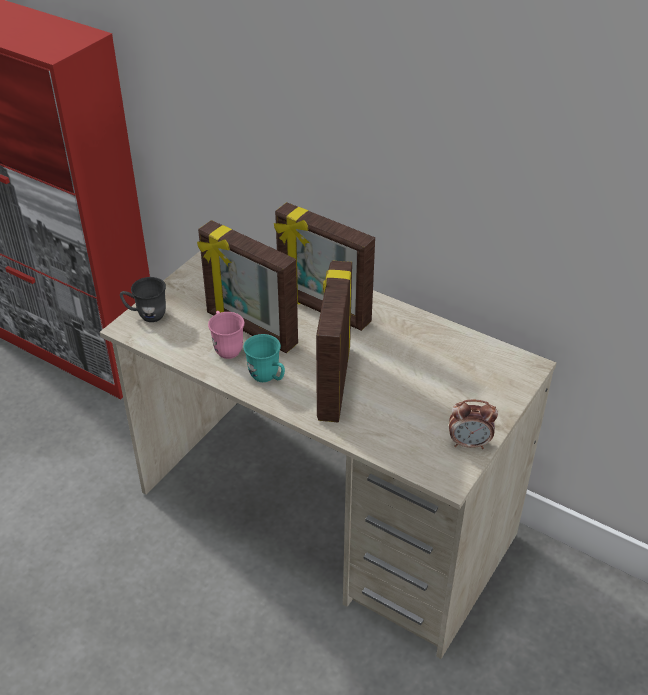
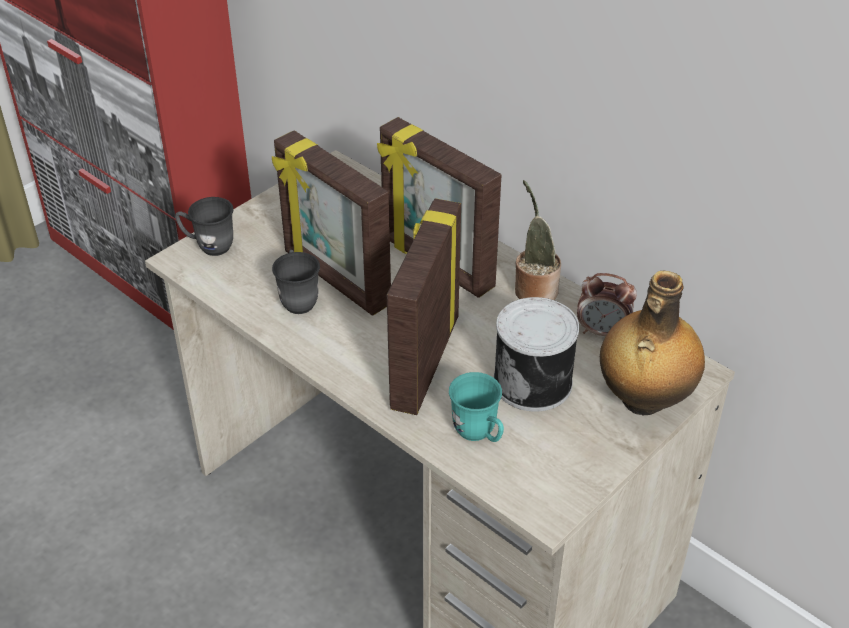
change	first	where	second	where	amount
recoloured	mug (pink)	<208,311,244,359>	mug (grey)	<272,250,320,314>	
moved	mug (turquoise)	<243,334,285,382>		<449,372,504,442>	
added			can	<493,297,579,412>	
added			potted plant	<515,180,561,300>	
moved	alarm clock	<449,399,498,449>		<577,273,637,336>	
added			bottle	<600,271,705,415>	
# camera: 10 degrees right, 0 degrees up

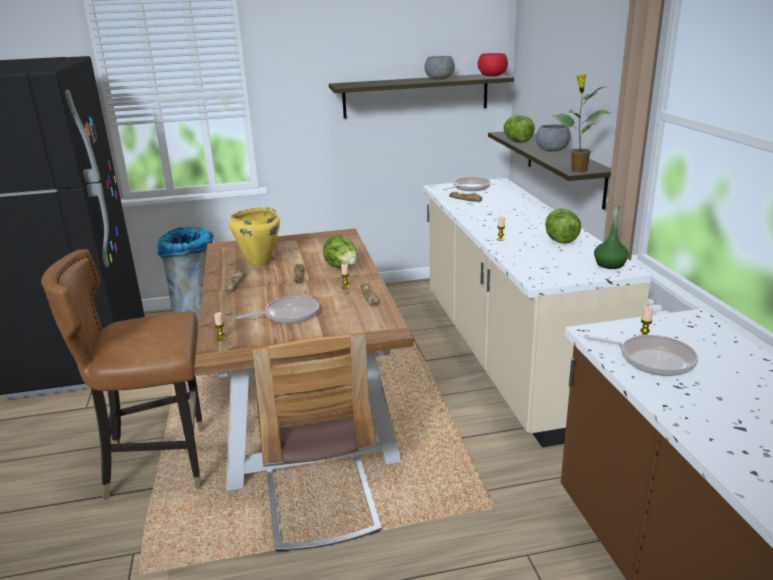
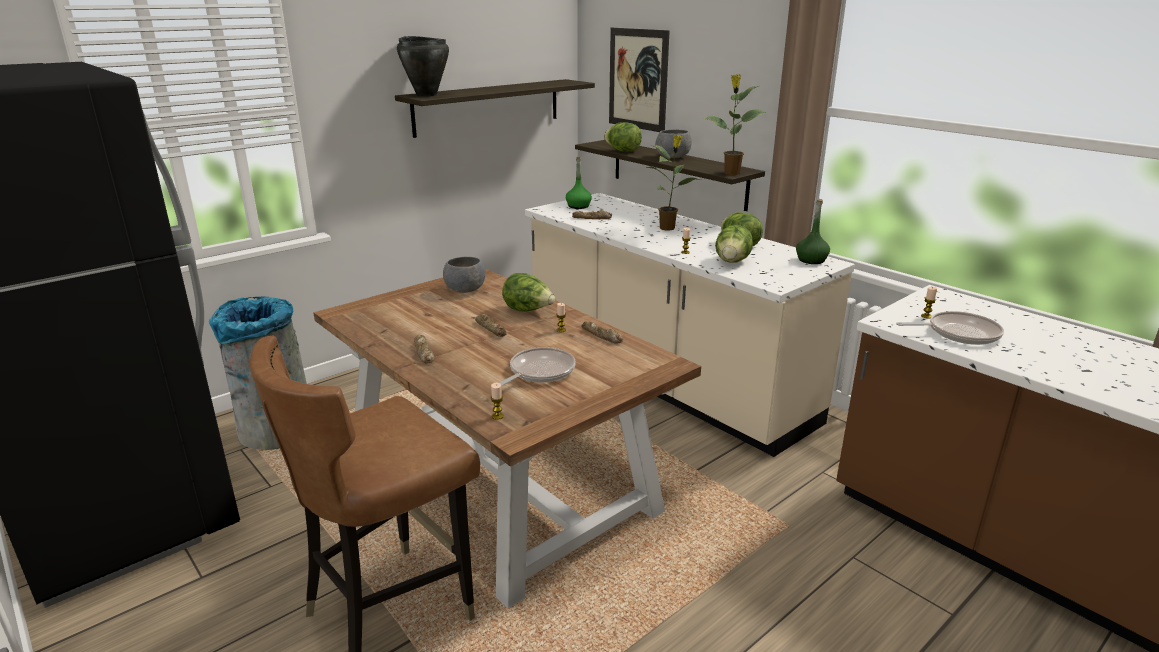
change	first	where	second	where	amount
added			cooking pot (black)	<397,36,449,97>	
moved	bowl (grey)	<424,56,455,80>		<443,257,486,293>	
replaced	frying pan	<443,177,491,191>	bottle (green)	<566,156,592,209>	
added			picture	<609,28,670,132>	
added			potted plant	<645,135,701,231>	
added			lettuce	<715,225,753,263>	
removed	cooking pot (yellow)	<229,208,280,267>			
removed	chair	<253,334,382,552>			
removed	bowl (red)	<478,53,508,76>			
# camera: 30 degrees left, 0 degrees up

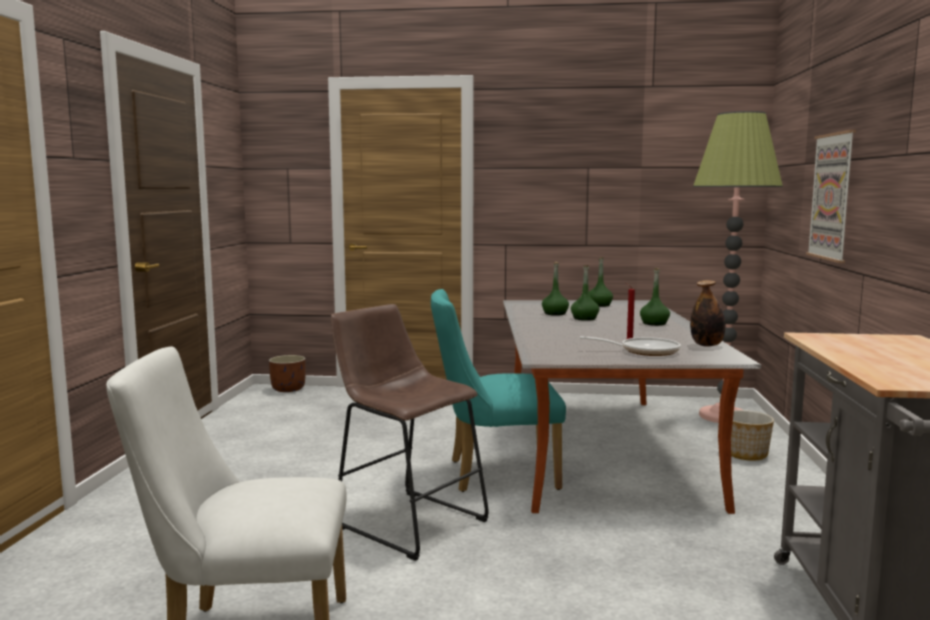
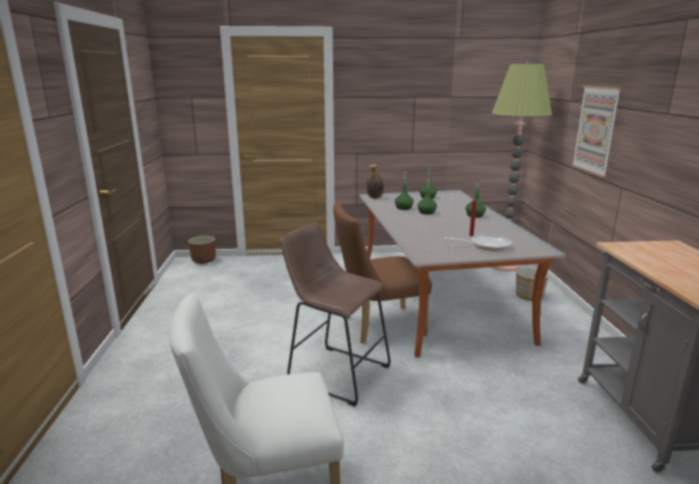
change	first	where	second	where	amount
recoloured	chair (turquoise)	<431,289,566,492>	chair (brown)	<333,202,432,344>	
moved	bottle	<690,280,725,347>		<367,164,384,199>	
# camera: 10 degrees left, 10 degrees up

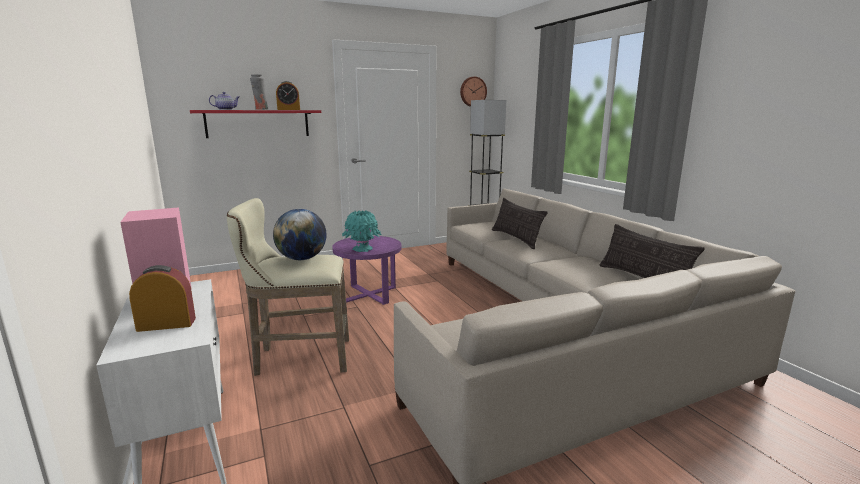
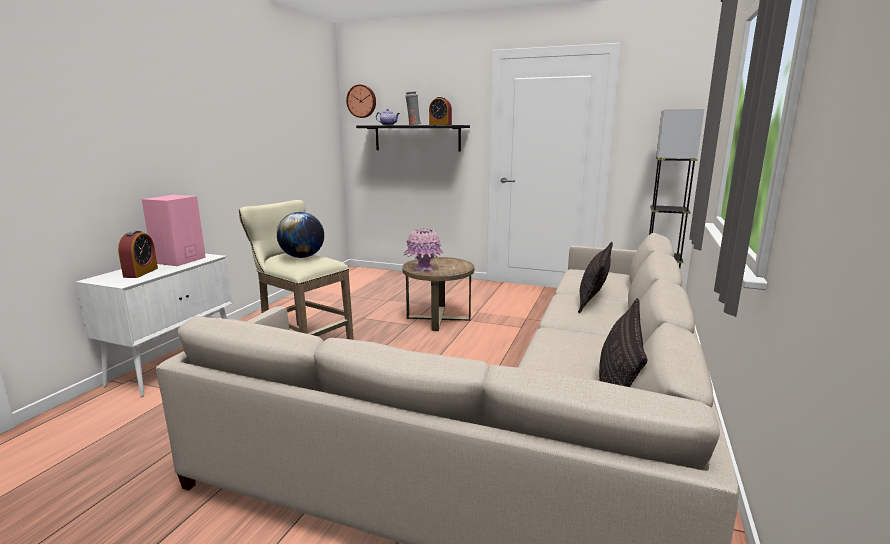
change	first	where	second	where	amount
turned	alarm clock	<129,265,196,332>		<118,230,158,278>	60 degrees clockwise
moved	wall clock	<460,77,487,107>		<346,84,376,118>	
recoloured	shelf (red)	<190,110,321,138>	shelf (black)	<356,125,470,152>	
recoloured	side table (purple)	<332,236,401,305>	side table (brown)	<402,257,474,331>	
recoloured	vase (turquoise)	<342,210,382,252>	vase (pink)	<404,228,444,271>	
# camera: 45 degrees right, 0 degrees up

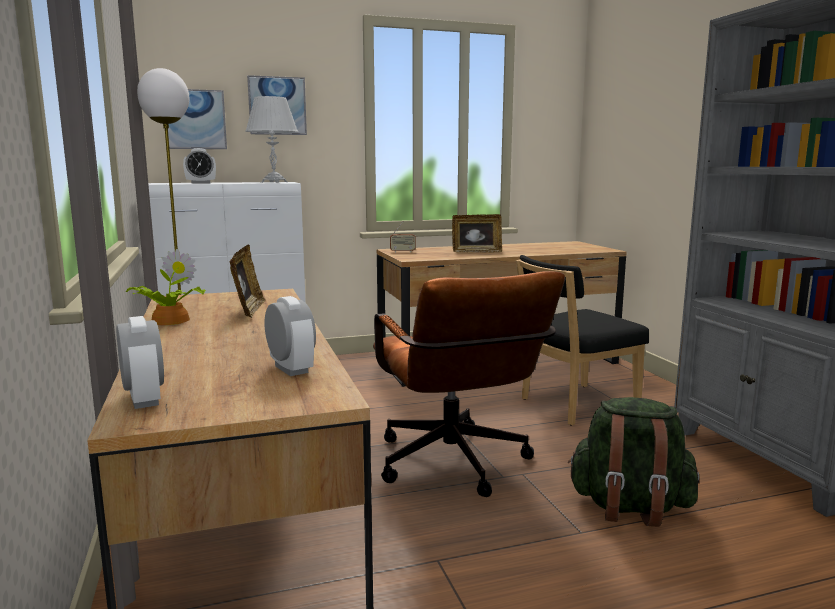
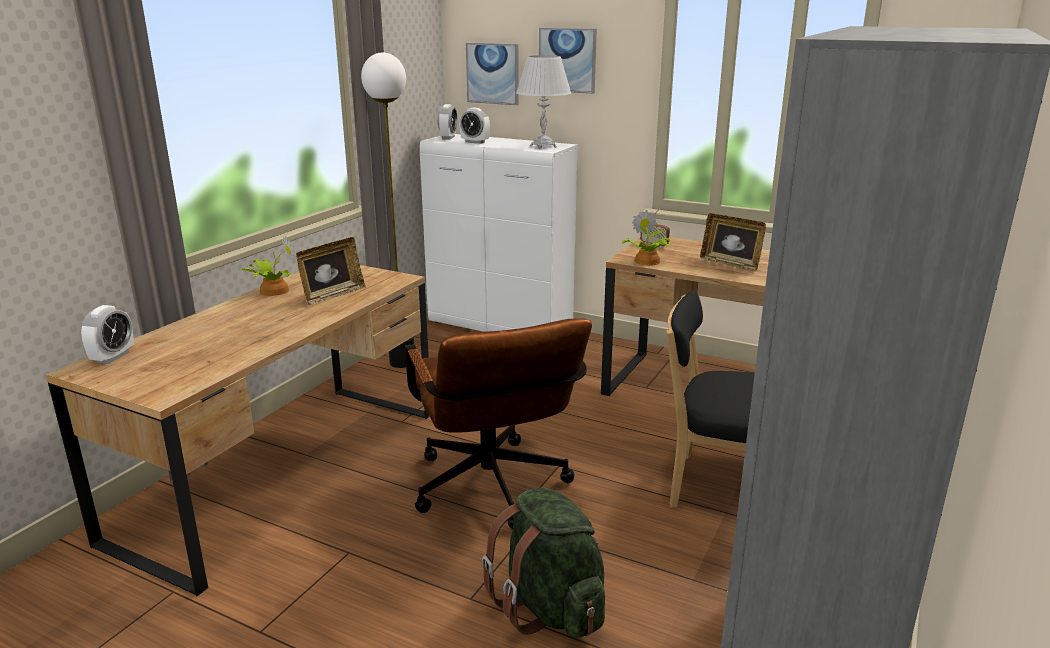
change	first	where	second	where	amount
turned	office chair (brown)	<373,271,565,497>		<405,318,592,529>	45 degrees counterclockwise
moved	alarm clock	<265,296,316,376>		<438,104,457,140>	
added			potted plant	<621,210,672,266>	
# camera: 45 degrees right, 10 degrees up

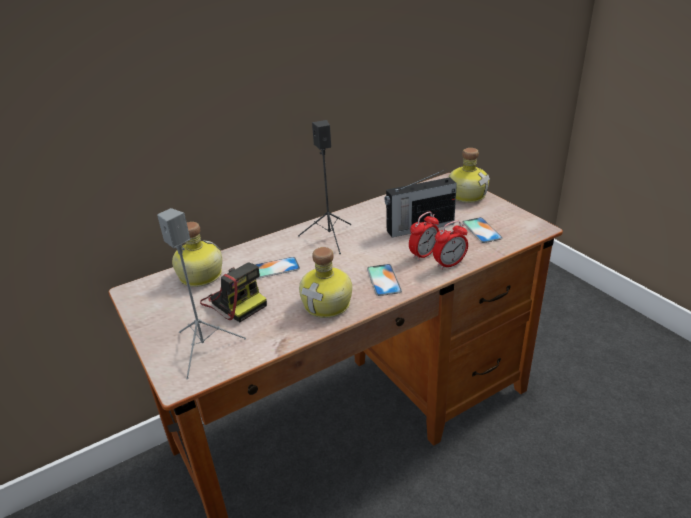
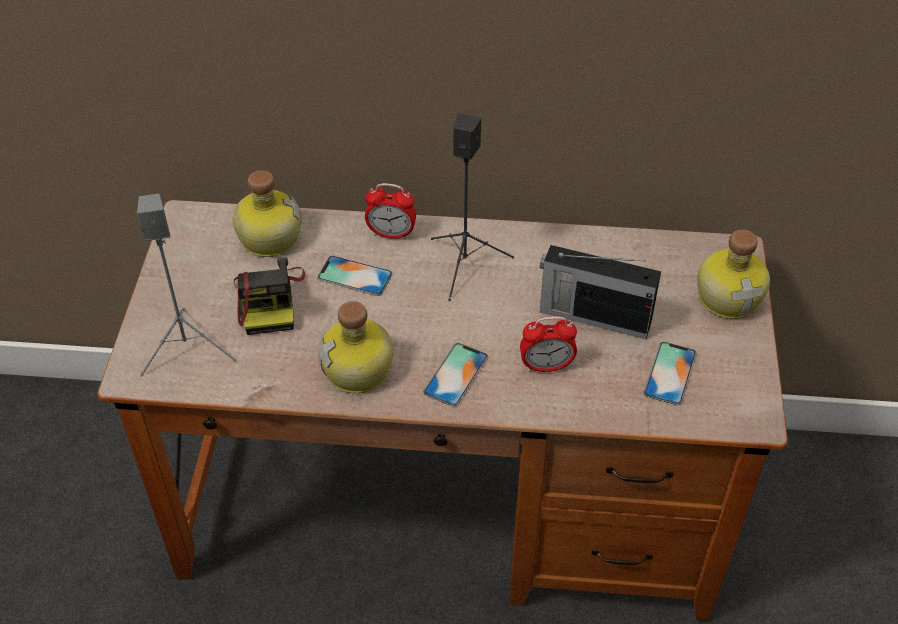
change	first	where	second	where	amount
moved	alarm clock	<433,221,468,270>		<365,183,416,240>	
# camera: 35 degrees right, 15 degrees up

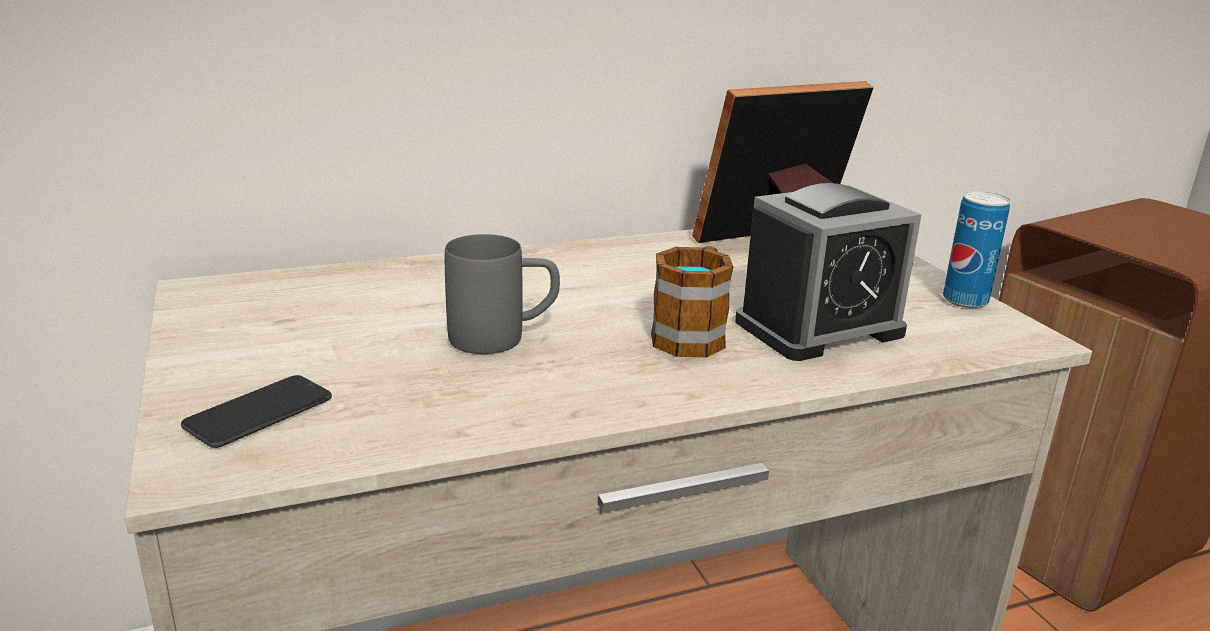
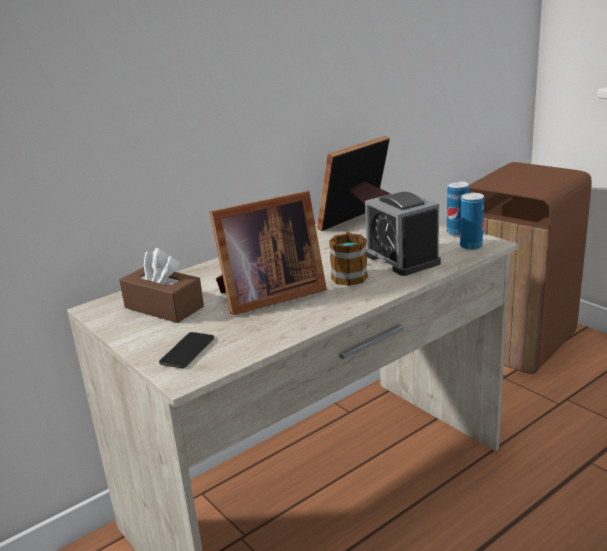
change	first	where	second	where	amount
added			tissue box (brown)	<120,248,204,323>	
replaced	mug (grey)	<445,234,560,354>	picture frame	<210,191,327,315>	
turned	alarm clock	<735,183,921,361>		<365,191,441,276>	105 degrees clockwise
added			can	<460,193,484,250>	
# camera: 15 degrees left, 0 degrees up

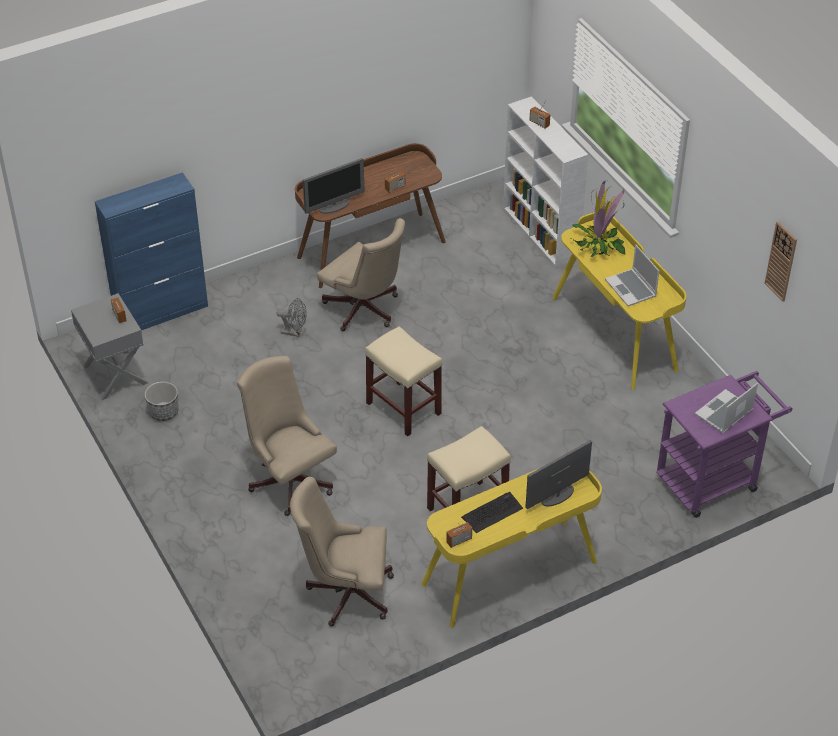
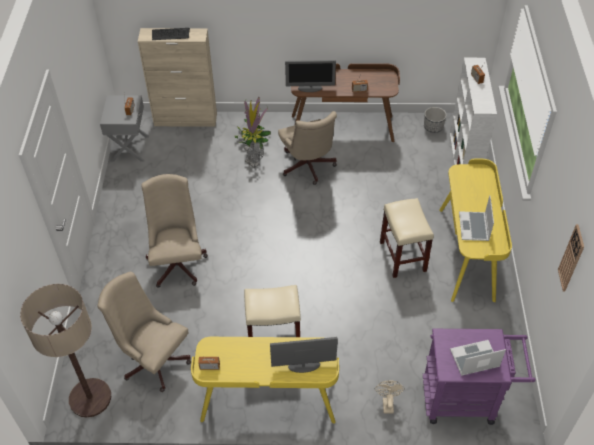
change	first	where	second	where	amount
added			floor lamp	<20,284,111,418>	
recoloured	cabinet (blue)	<95,172,208,330>	cabinet (beige)	<138,28,217,127>	
moved	keyboard	<461,492,523,533>		<152,28,190,40>	
moved	potted plant	<570,180,626,257>		<235,97,271,149>	
added			fan (beige)	<375,380,405,413>	
moved	stool (beige)	<365,326,442,437>		<380,198,434,278>	
moved	planter	<145,381,179,421>		<424,107,447,133>	
# camera: 30 degrees right, 5 degrees up

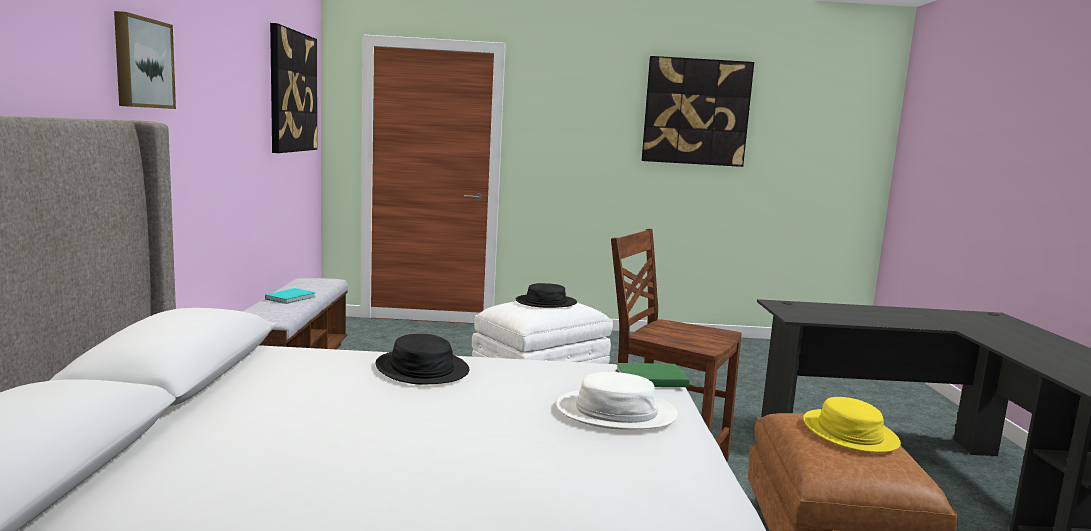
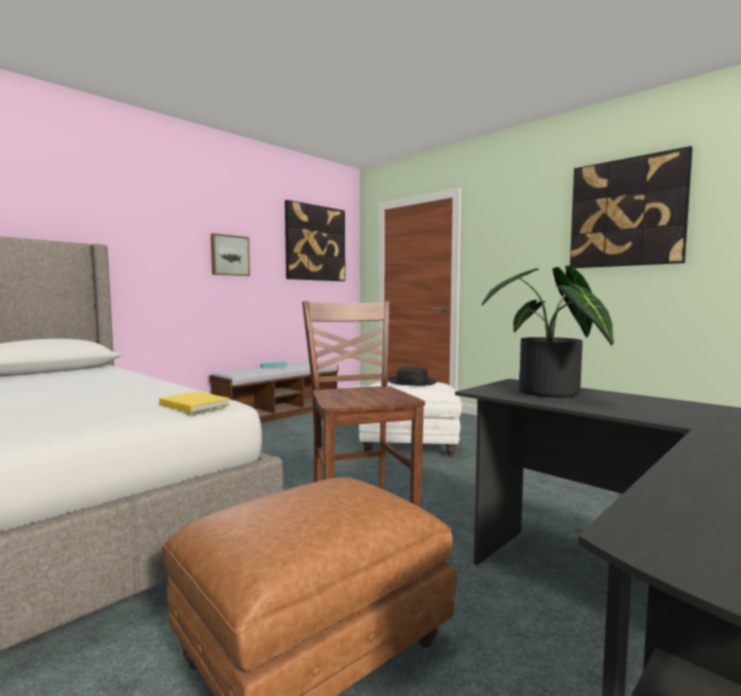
change	first	where	second	where	amount
recoloured	book (green)	<616,363,690,387>	book (yellow)	<159,391,230,413>	
moved	picture	<114,11,176,109>		<211,233,250,276>	
added			potted plant	<482,265,614,398>	
removed	hat (black)	<376,334,469,384>			
removed	hat (white)	<556,372,678,430>			
removed	hat (yellow)	<803,397,901,452>			
# camera: 45 degrees right, 5 degrees down

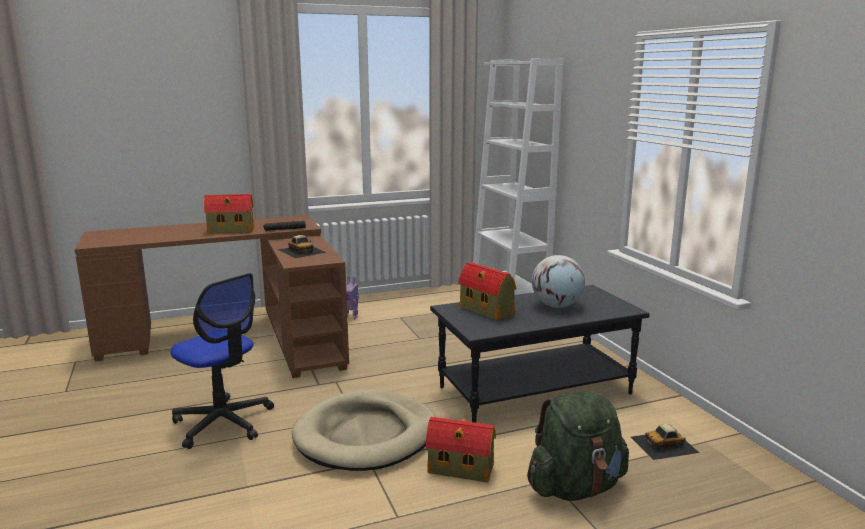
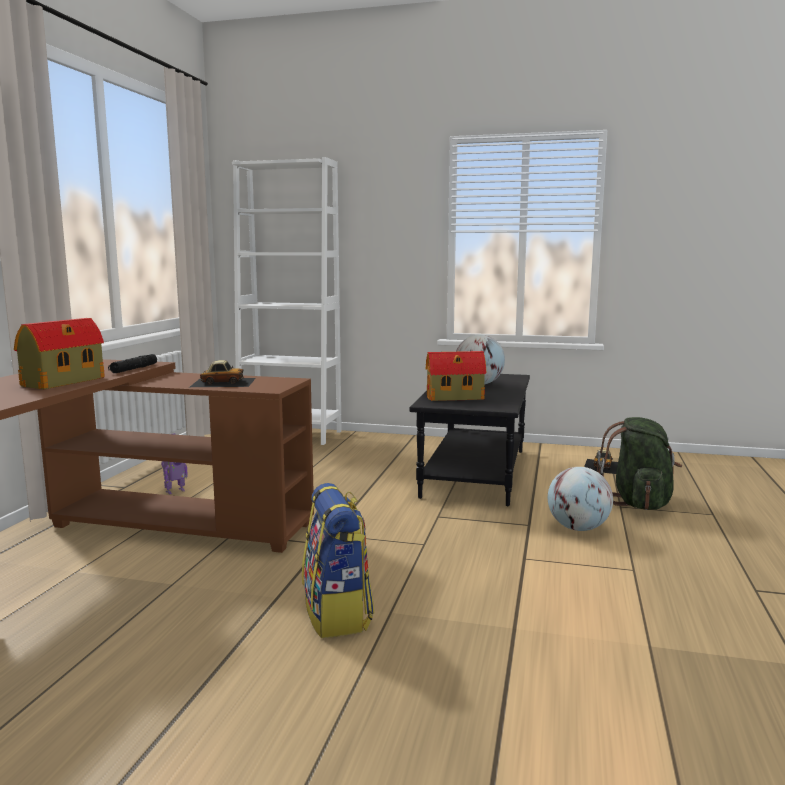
change	first	where	second	where	amount
replaced	office chair	<171,273,274,449>	backpack	<302,483,375,638>	
replaced	toy house	<426,417,496,483>	globe	<548,467,613,531>	
removed	dog bed (beige)	<292,390,436,471>			
# camera: 55 degrees left, 5 degrees down

